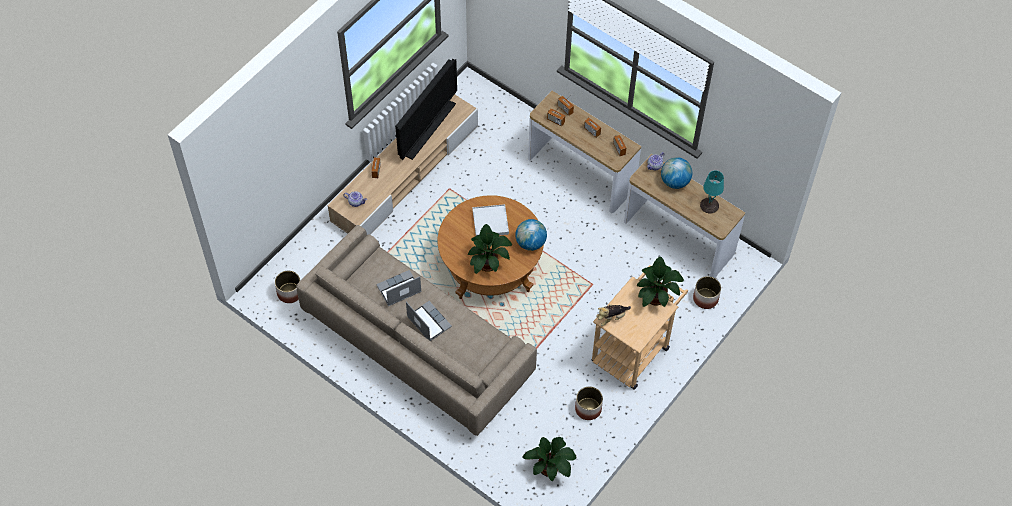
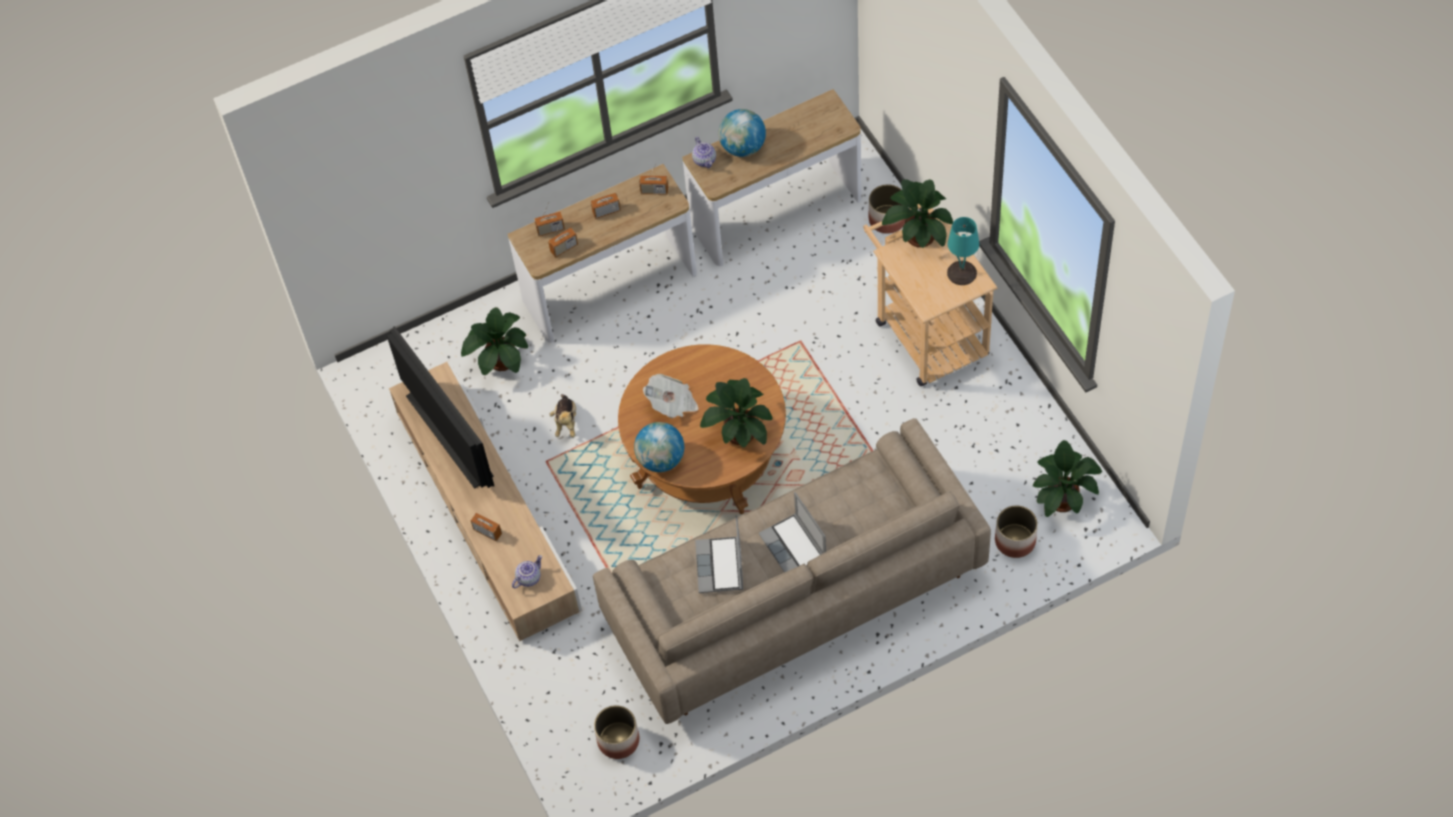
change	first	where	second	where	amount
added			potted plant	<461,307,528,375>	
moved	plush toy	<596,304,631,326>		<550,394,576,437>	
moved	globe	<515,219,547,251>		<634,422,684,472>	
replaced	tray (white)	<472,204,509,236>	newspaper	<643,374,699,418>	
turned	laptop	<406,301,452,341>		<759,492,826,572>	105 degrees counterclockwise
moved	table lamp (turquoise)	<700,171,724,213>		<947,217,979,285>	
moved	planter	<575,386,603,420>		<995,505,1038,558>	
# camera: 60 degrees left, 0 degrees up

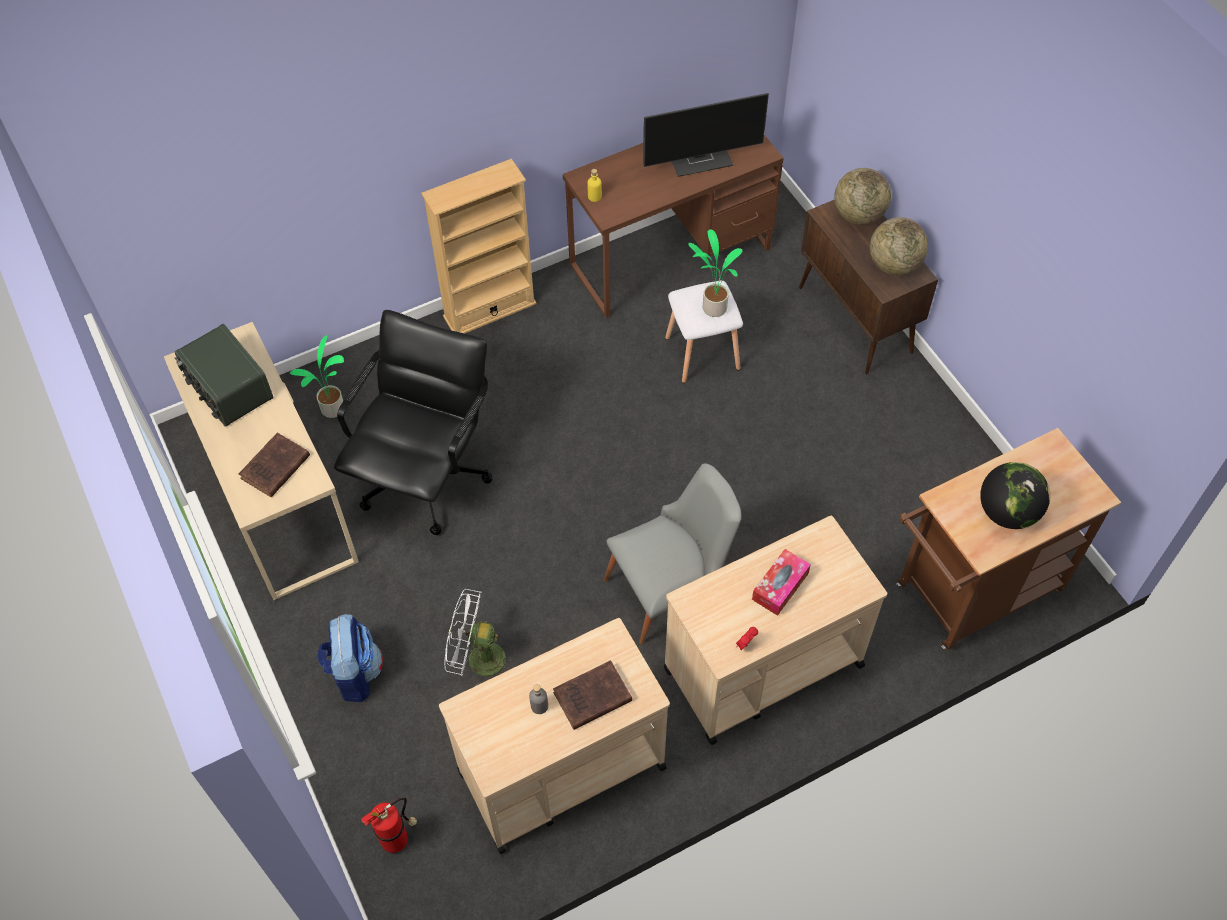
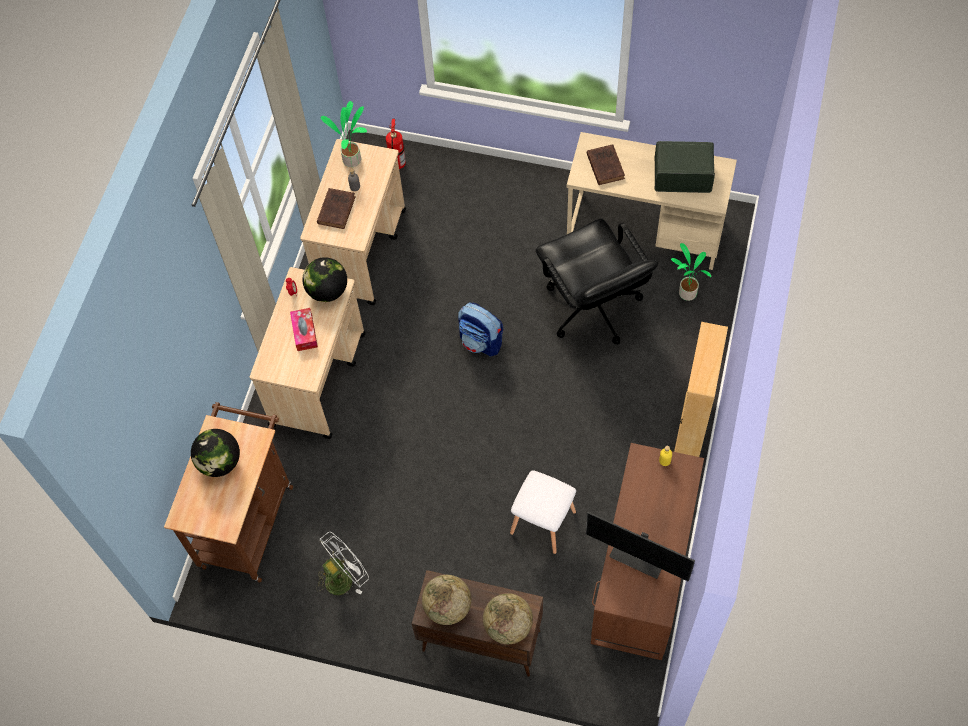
change	first	where	second	where	amount
added			globe	<302,257,347,302>	
moved	fan (white)	<445,589,512,686>		<316,532,369,595>	
moved	potted plant	<688,229,743,317>		<321,101,367,167>	
moved	backpack	<317,614,383,702>		<458,302,503,356>	
turned	monitor	<643,93,769,177>		<586,512,695,582>	90 degrees counterclockwise
removed	chair (grey)	<604,463,742,644>			
# camera: 135 degrees right, 5 degrees up

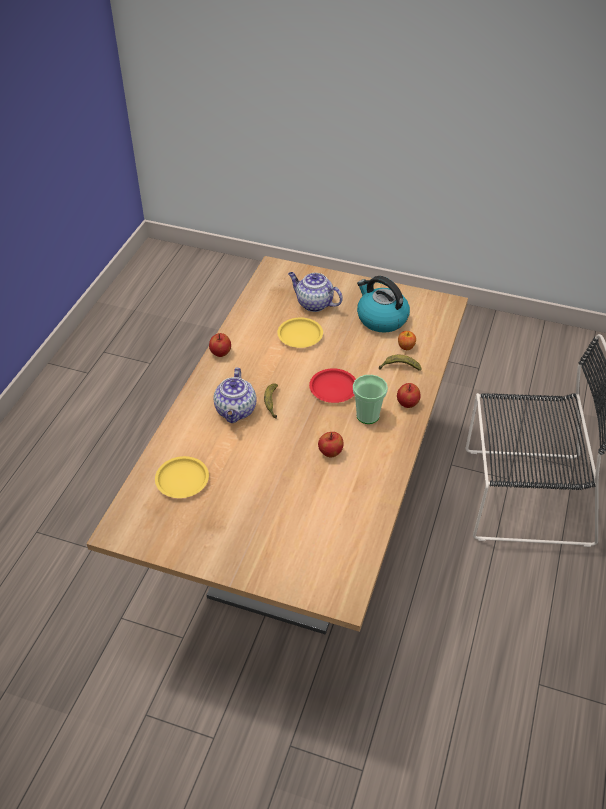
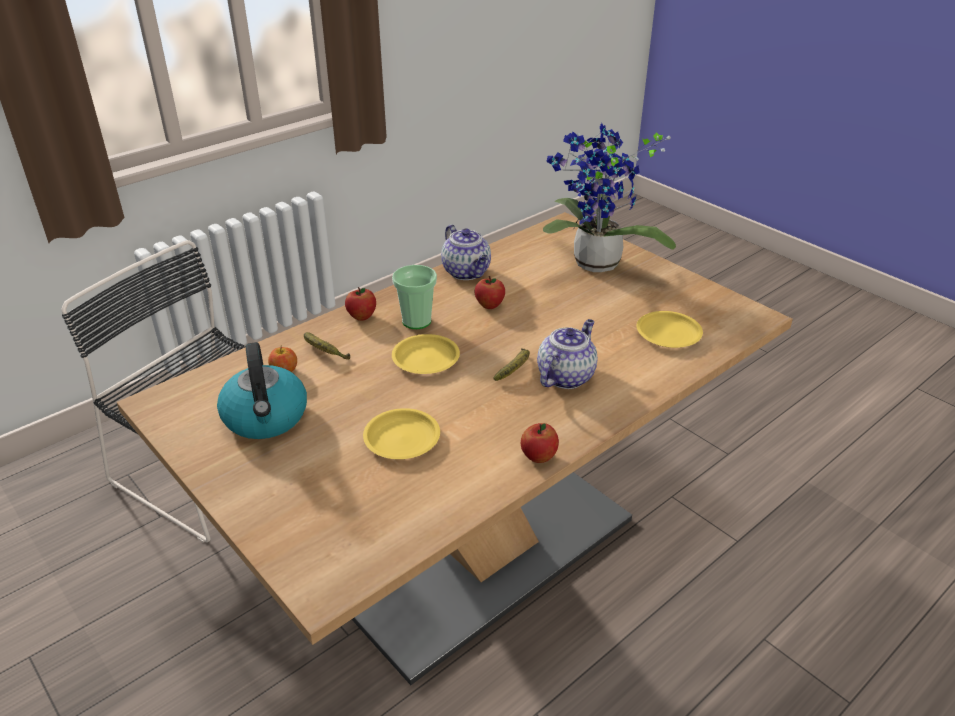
change	first	where	second	where	amount
recoloured	plate (red)	<309,368,356,403>	plate (yellow)	<392,334,460,374>	
moved	teapot	<288,272,343,312>		<441,224,491,280>	
added			potted plant	<543,123,676,272>	
# camera: 150 degrees left, 10 degrees down

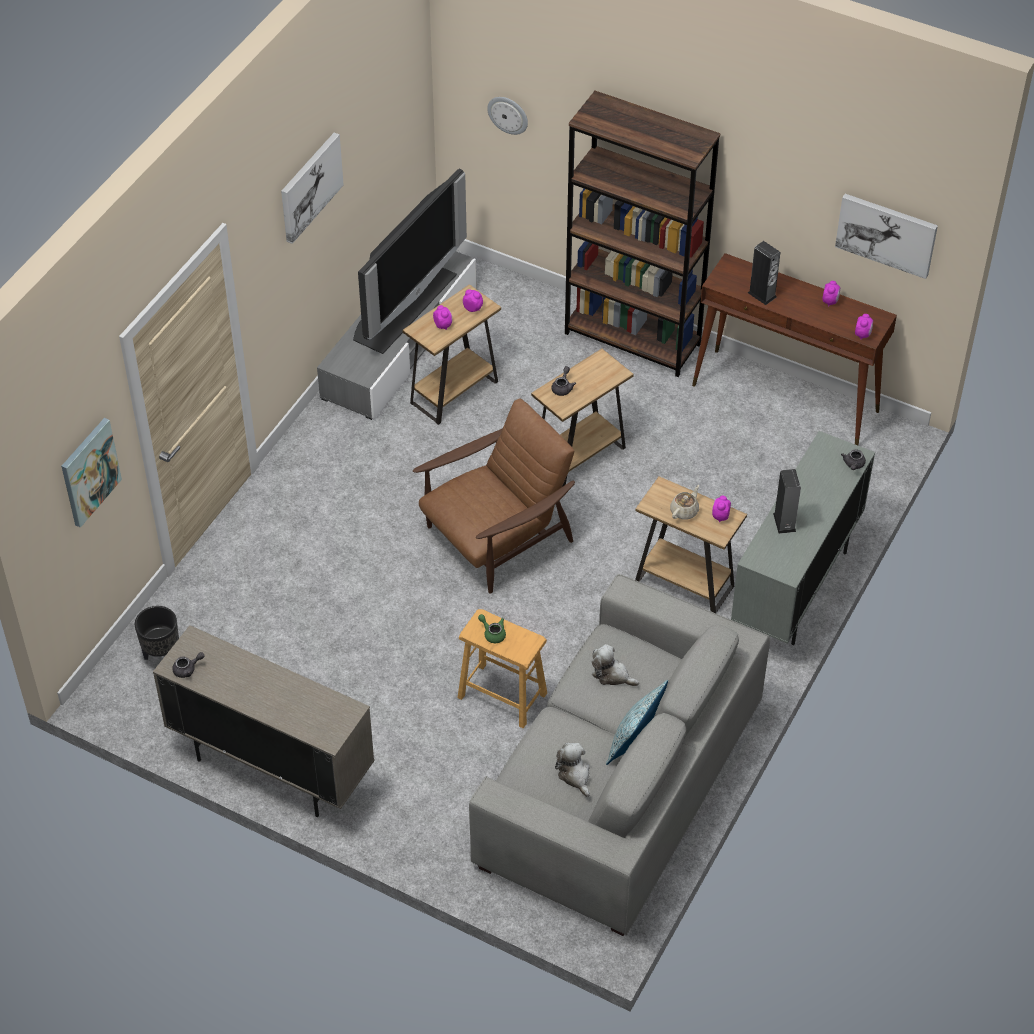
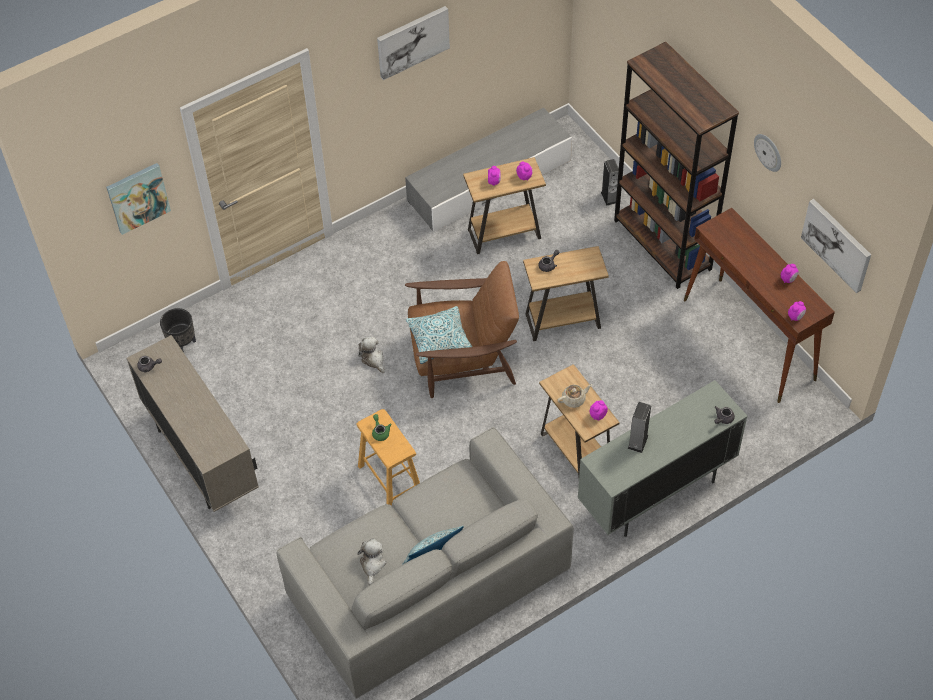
change	first	where	second	where	amount
moved	plush toy	<592,644,639,686>		<358,336,385,373>	
added			pillow	<406,306,472,364>	
moved	speaker	<748,241,780,305>		<601,159,619,206>	
moved	wall clock	<487,97,528,135>		<754,134,781,172>	
removed	television	<353,169,467,354>			
# camera: 30 degrees right, 5 degrees up

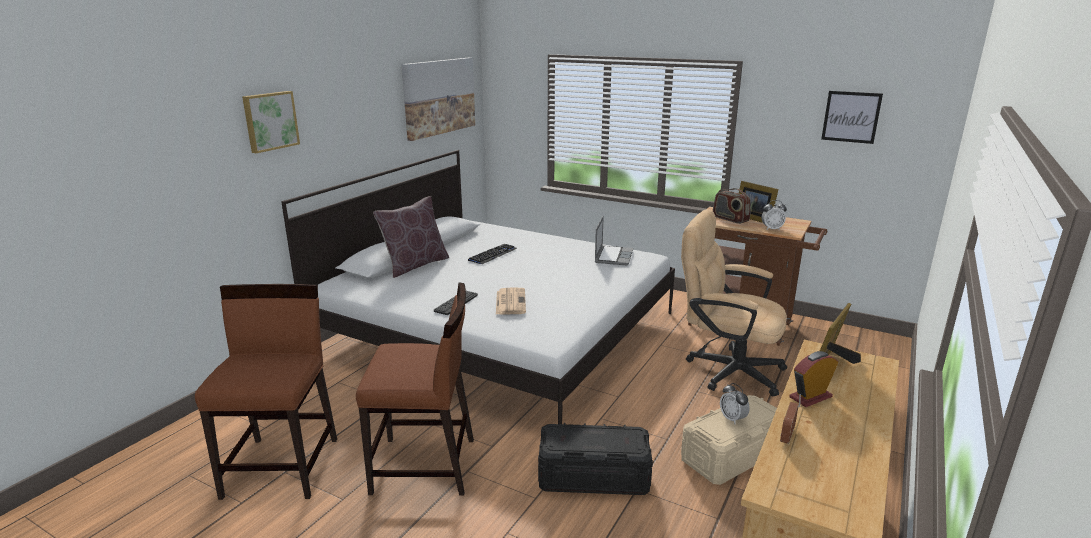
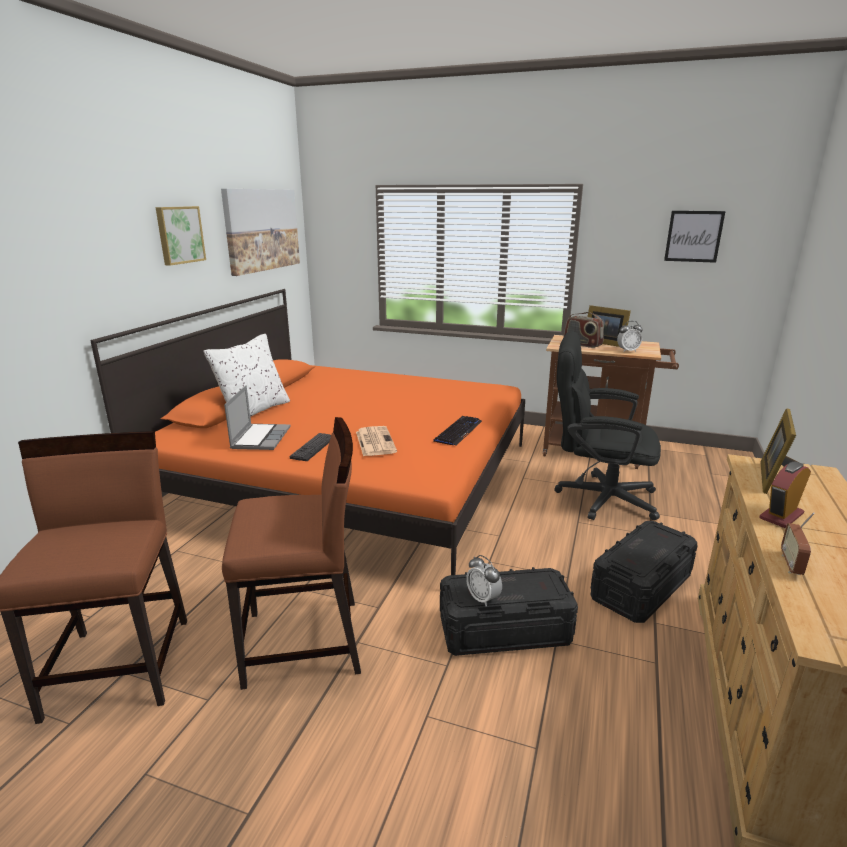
change	first	where	second	where	amount
recoloured	bed (white)	<281,150,675,424>	bed (orange)	<90,289,525,575>	
moved	picture	<242,91,300,153>		<155,206,206,266>	
recoloured	pillow (brown)	<373,196,449,278>	pillow (white)	<203,334,290,417>	
moved	laptop	<595,216,633,266>		<224,385,290,450>	
moved	keyboard	<468,244,517,264>		<433,416,482,446>	
moved	alarm clock	<720,383,750,424>		<466,555,502,607>	
recoloured	office chair (beige)	<681,209,787,397>	office chair (black)	<554,331,661,520>	
recoloured	storage box (beige)	<681,395,777,485>	storage box (black)	<591,521,698,623>	
# camera: 10 degrees left, 0 degrees up

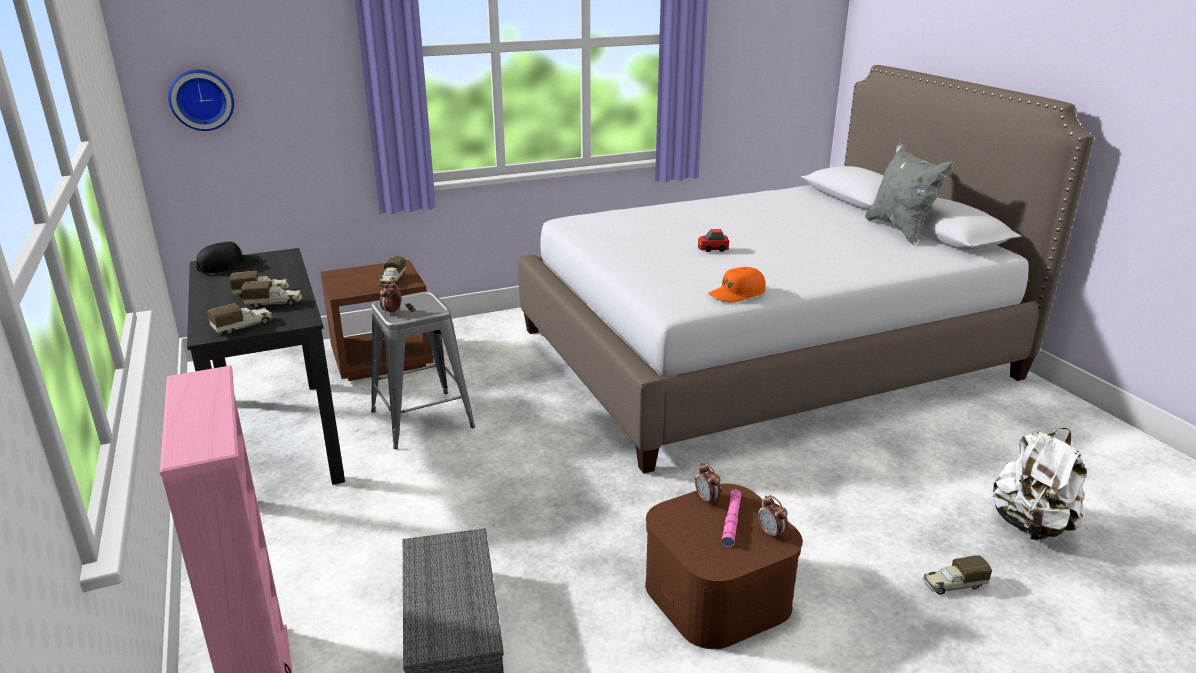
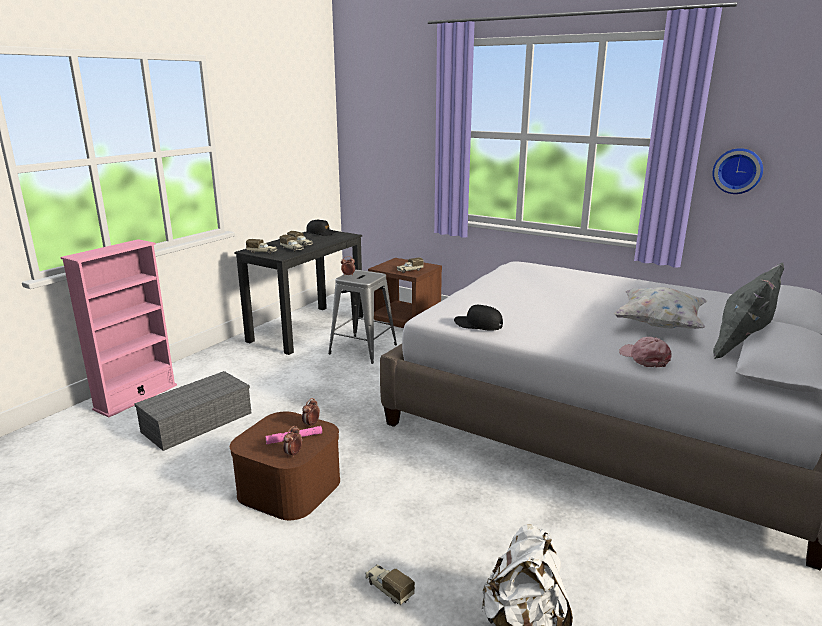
change	first	where	second	where	amount
recoloured	cap (orange)	<708,267,765,303>	cap (black)	<454,305,503,331>	
added			pillow (white)	<613,287,707,329>	
added			cap (pink)	<619,337,672,367>	
moved	wall clock	<168,69,234,131>		<712,148,763,194>	
removed	toy car	<698,229,729,252>			
# camera: 55 degrees right, 5 degrees down

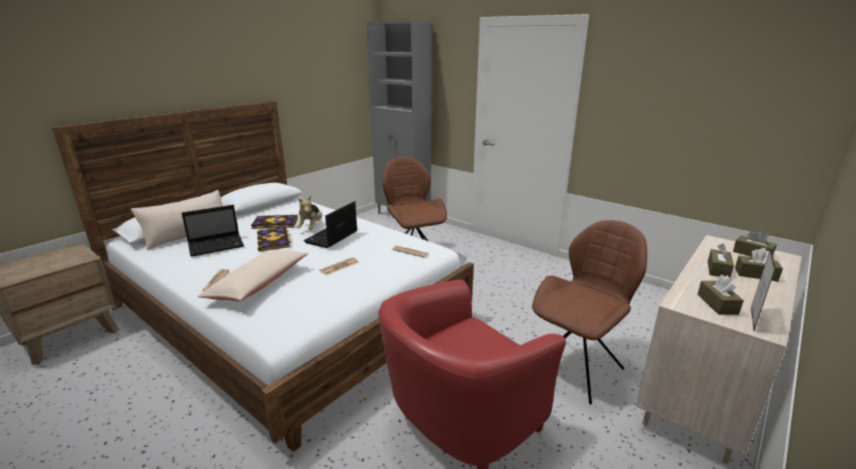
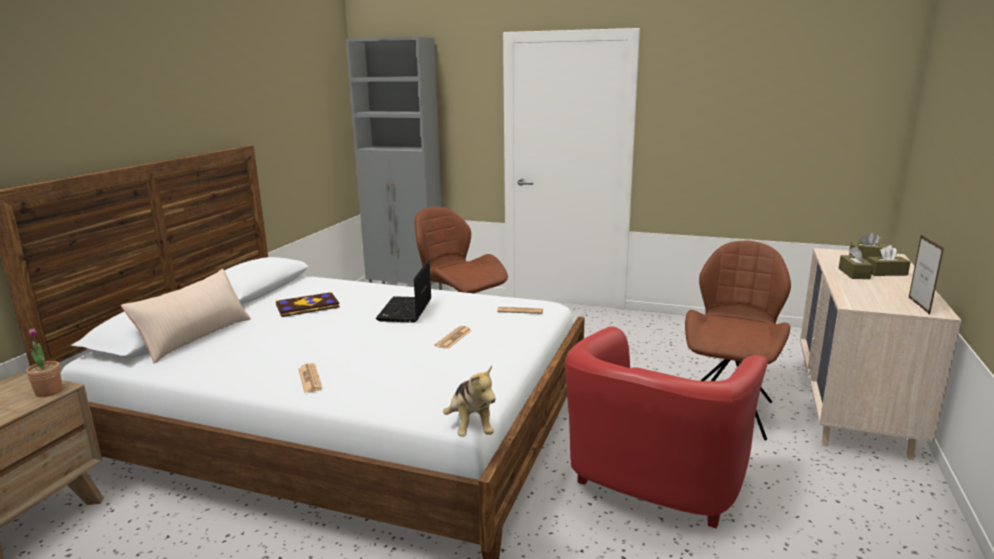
change	first	where	second	where	amount
added			potted plant	<26,328,62,397>	
moved	plush toy	<297,196,322,230>		<443,365,496,437>	
removed	laptop	<182,205,244,257>			
removed	pillow (beige)	<198,250,308,301>			
removed	book	<257,227,292,251>			
removed	tissue box (brown)	<697,275,744,315>			
# camera: 20 degrees left, 5 degrees down

